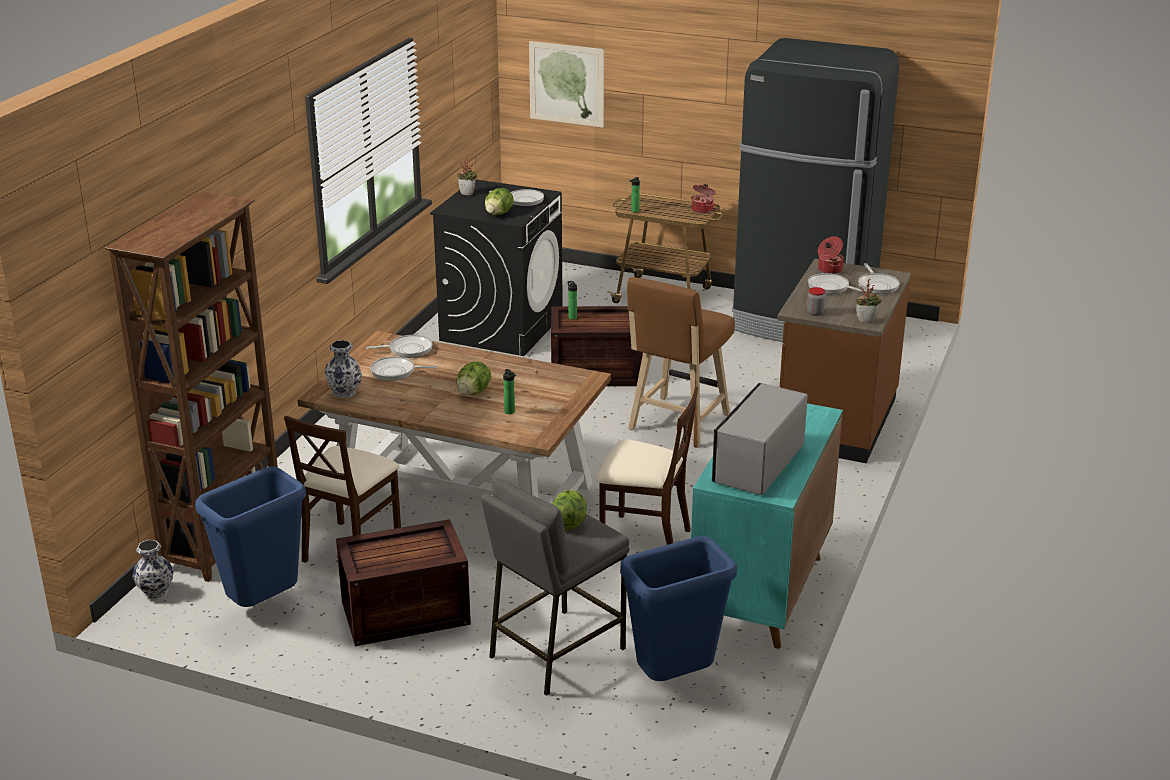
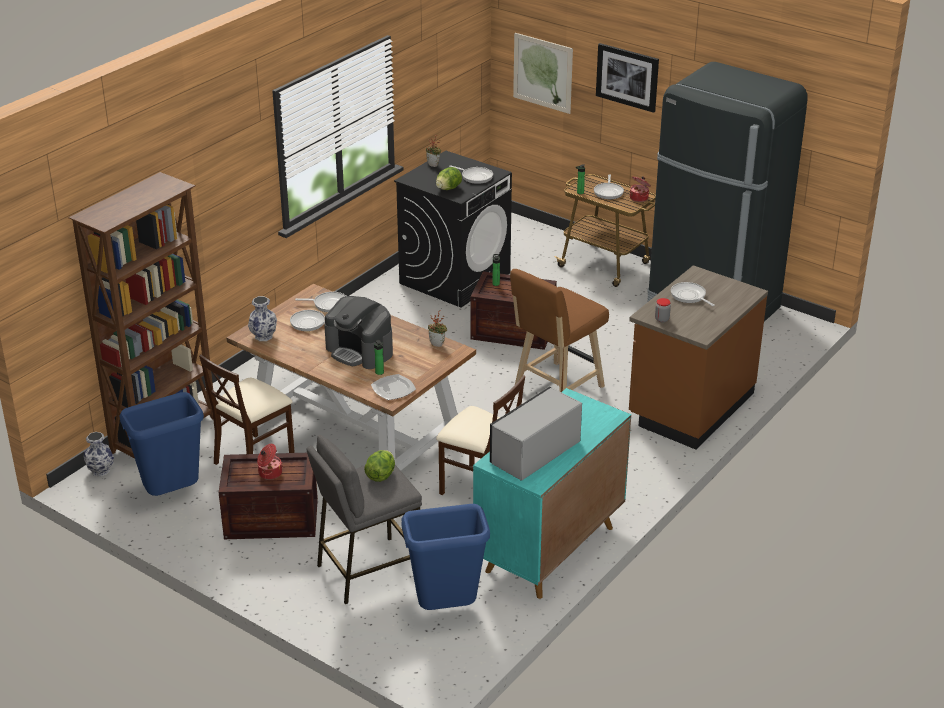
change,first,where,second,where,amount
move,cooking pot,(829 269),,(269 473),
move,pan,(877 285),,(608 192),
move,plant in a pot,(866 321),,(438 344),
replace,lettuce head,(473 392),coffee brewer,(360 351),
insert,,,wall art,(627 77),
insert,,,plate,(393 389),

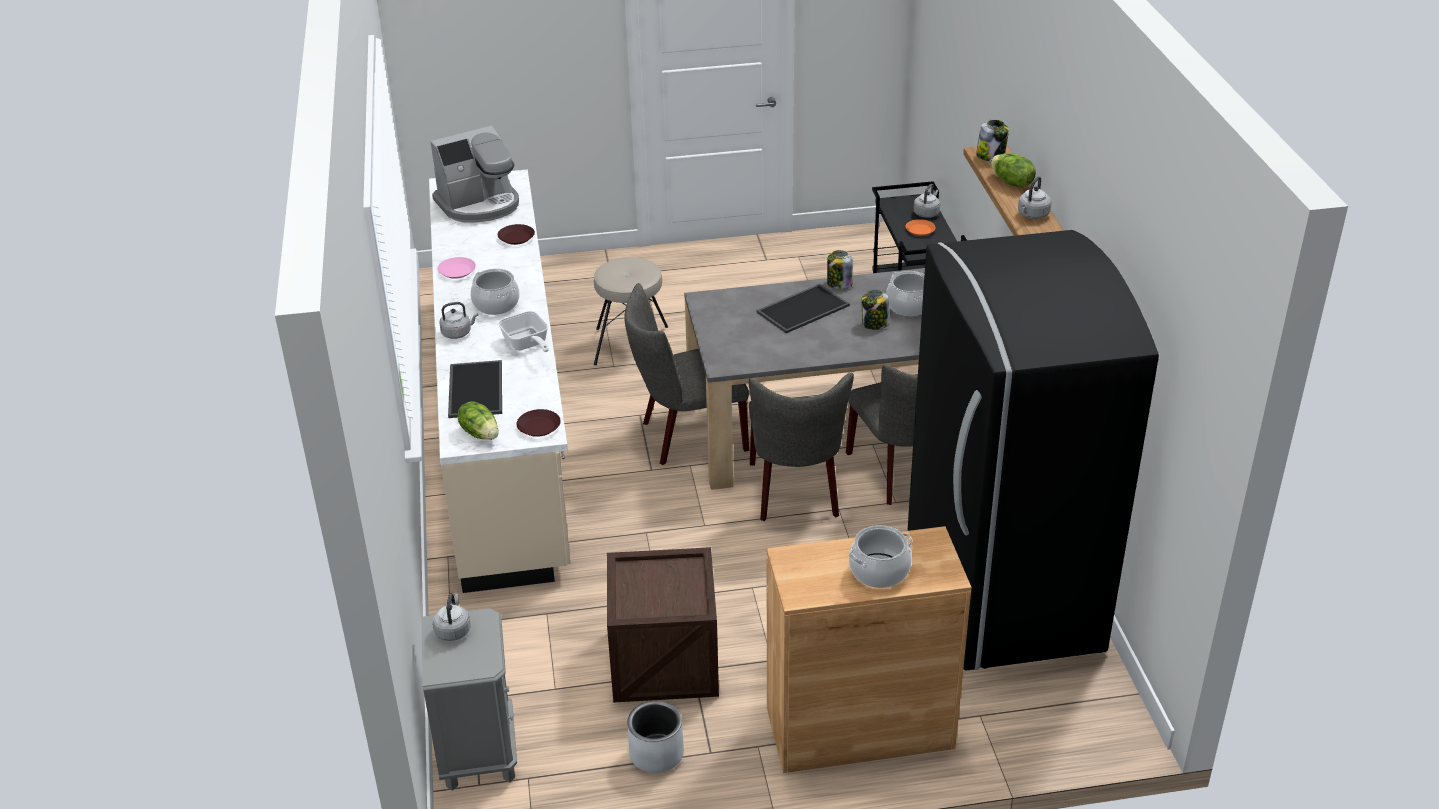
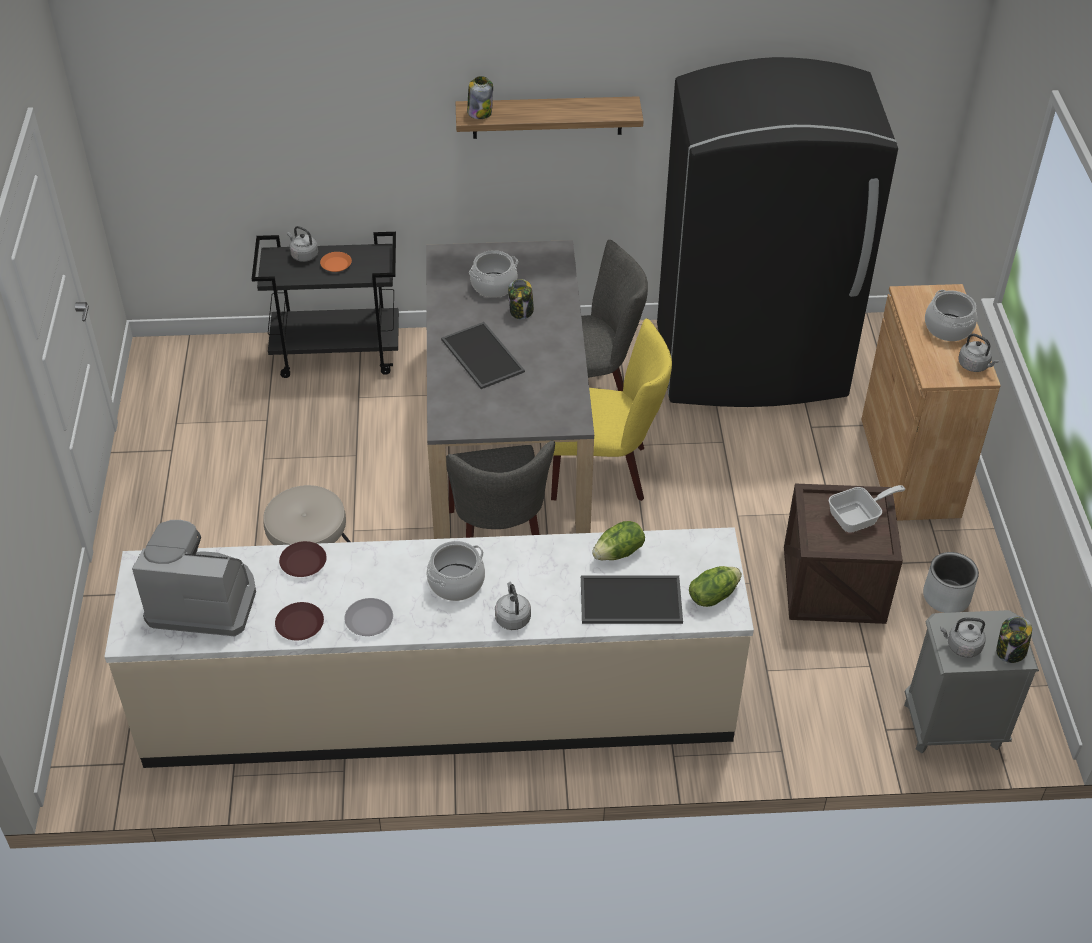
change,first,where,second,where,amount
rotate,coffee brewer,(479 204),,(203 600),60 degrees counterclockwise
move,lettuce head,(1011 182),,(619 553),
move,gray tea kettle,(1032 215),,(974 365),
move,preserve jar,(839 284),,(1010 651),
recolor,pink-coloured plate,(456 271),gray plate,(368 621),
move,pan,(527 345),,(858 518),
recolor,gray plain chair,(796 494),yellowish plain chair,(606 471),
move,brownish plate,(539 426),,(299 624),

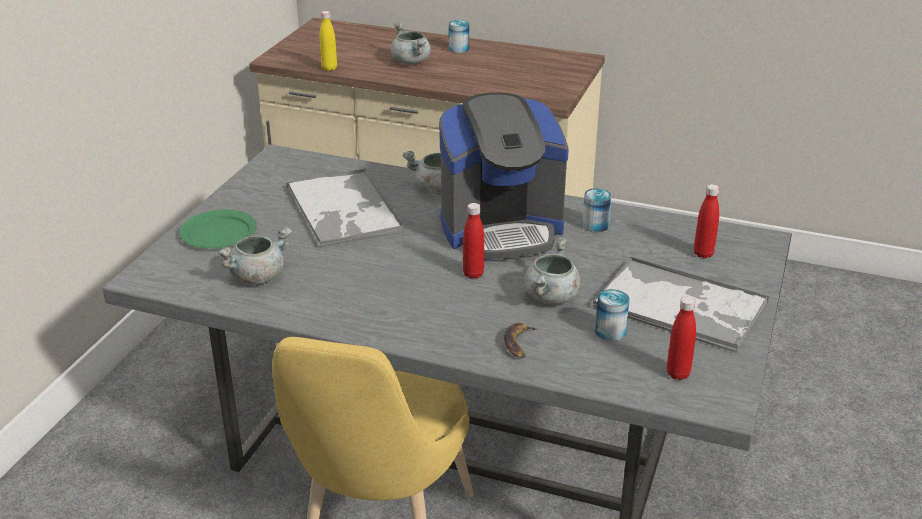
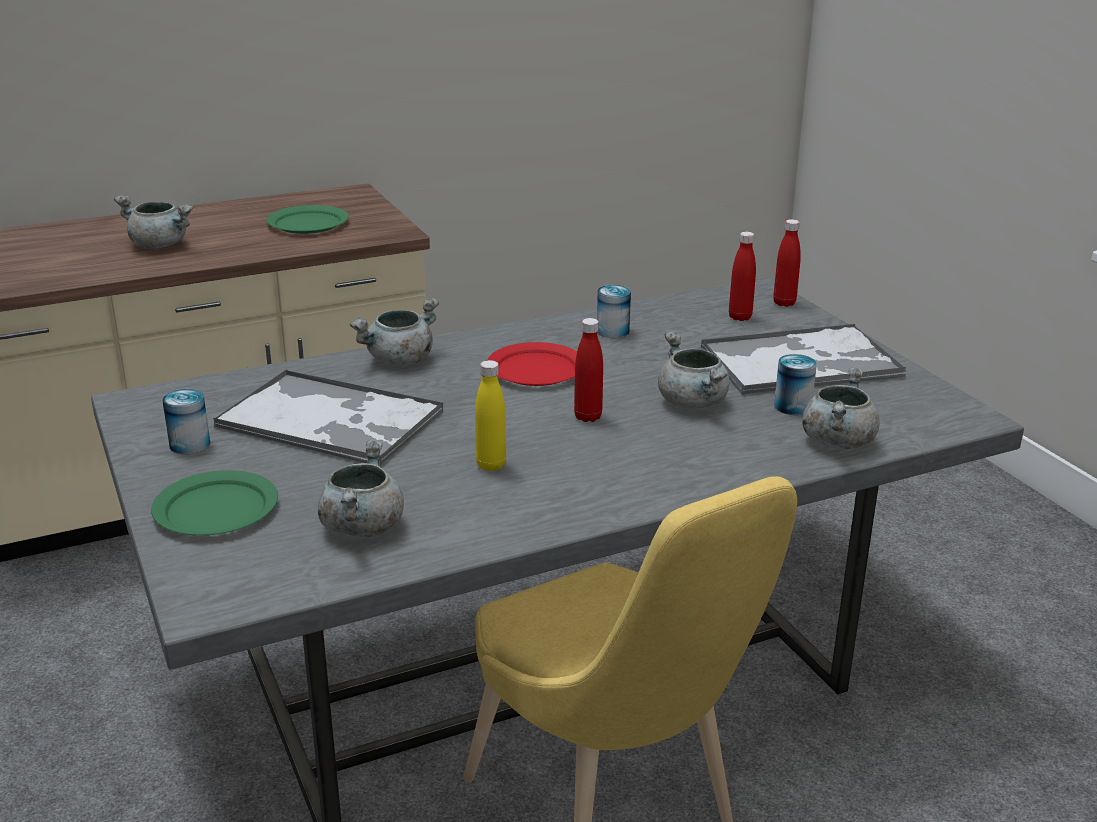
change,first,where,second,where,amount
move,yellowish drink bottle,(329 68),,(491 465),
move,can,(459 49),,(190 444),
replace,coffee brewer,(501 229),reddish plate,(536 368),
move,reddish drink bottle,(678 374),,(784 303),
delete,banana fruit,(519 343),,,
insert,,,green-coloured plate,(308 223),
insert,,,gray cooking pot,(837 441),

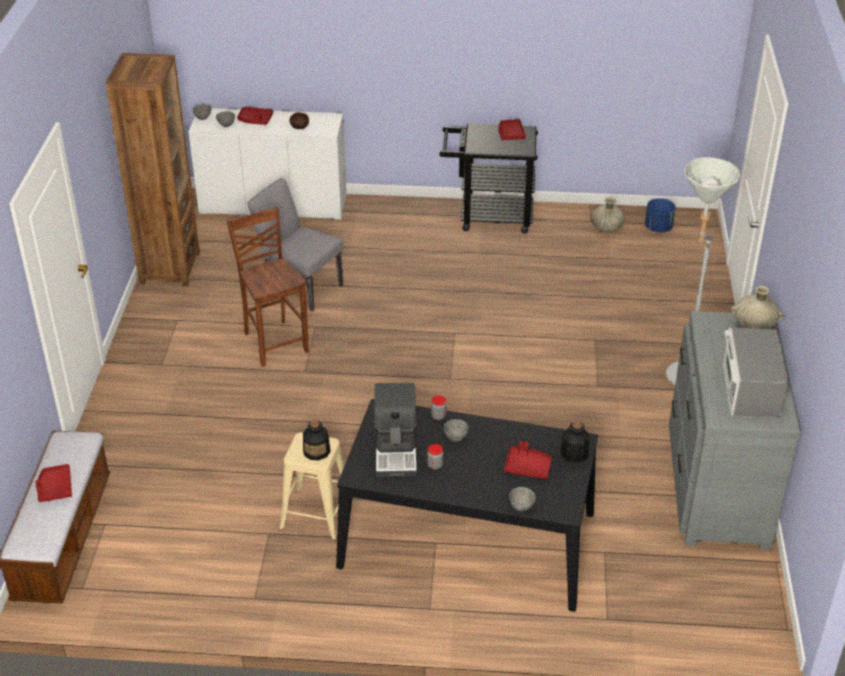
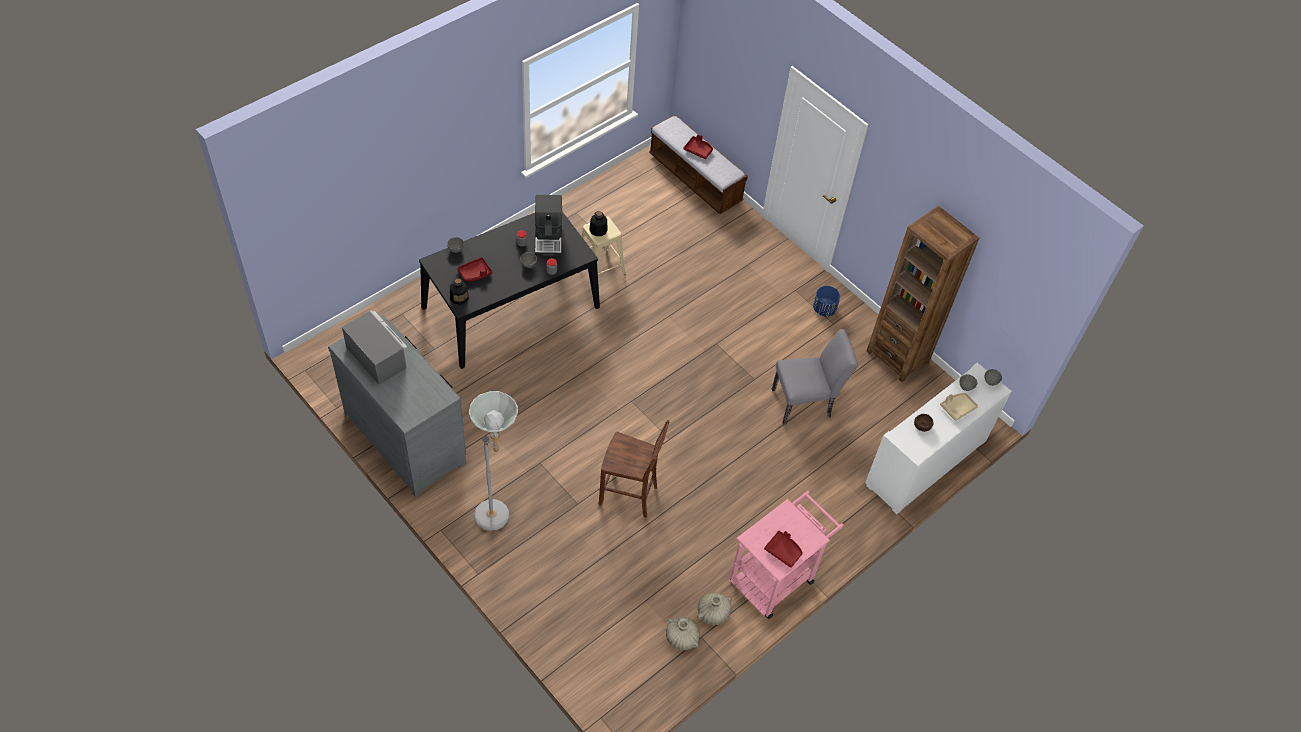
change,first,where,second,where,amount
recolor,reddish carrying tray,(255 120),beige carrying tray,(957 408),
recolor,black trolley,(488 216),pink-coloured trolley,(777 576),
move,blue flower pot,(658 228),,(824 309),
move,brownish plain chair,(275 342),,(629 496),
move,beige vase,(754 324),,(713 613),
rotate,coffee brewer,(397 451),,(549 238),135 degrees counterclockwise

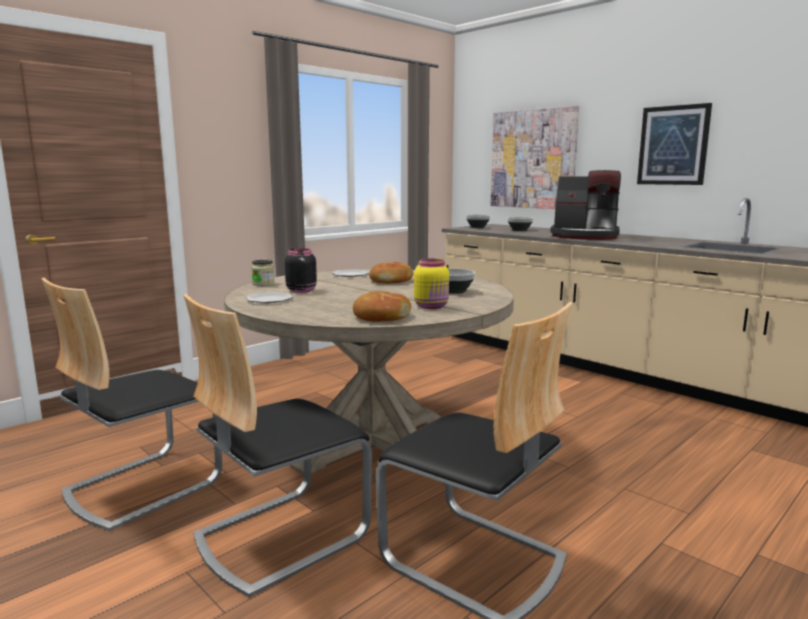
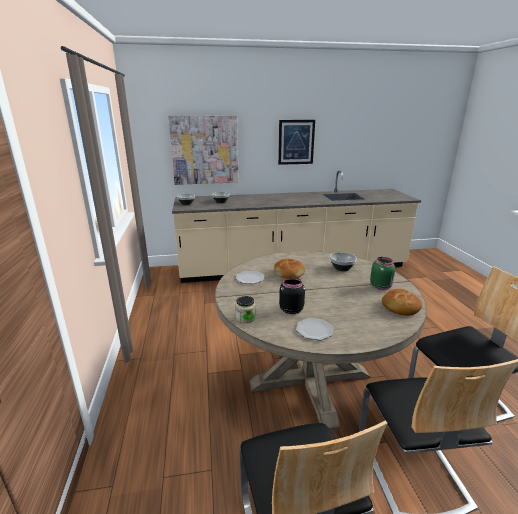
change,first,where,second,where,amount
delete,coffee brewer,(585 236),,,
recolor,yellowish preserve jar,(432 306),green-coloured preserve jar,(381 286),

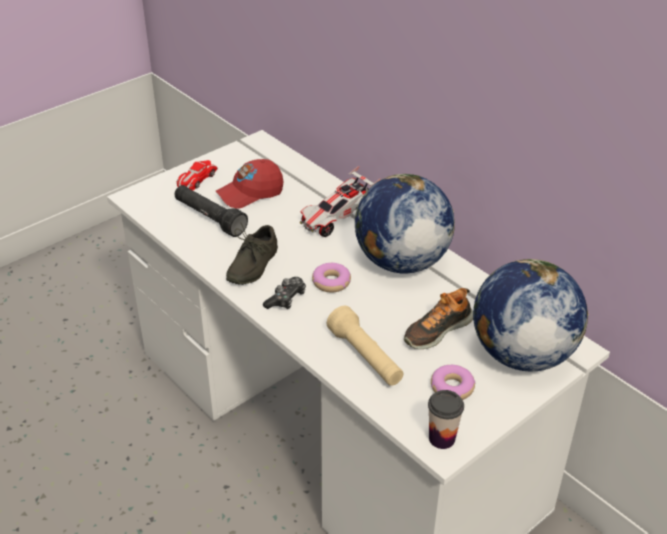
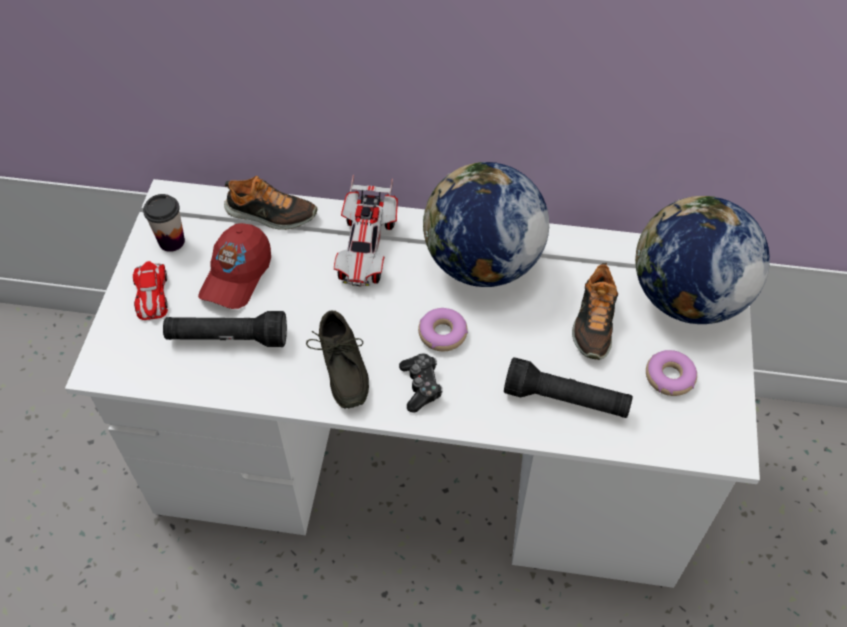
change,first,where,second,where,amount
recolor,beige torch,(365 357),black torch,(566 400),
move,drinking cup,(442 438),,(171 241),
insert,,,shoe,(270 214),

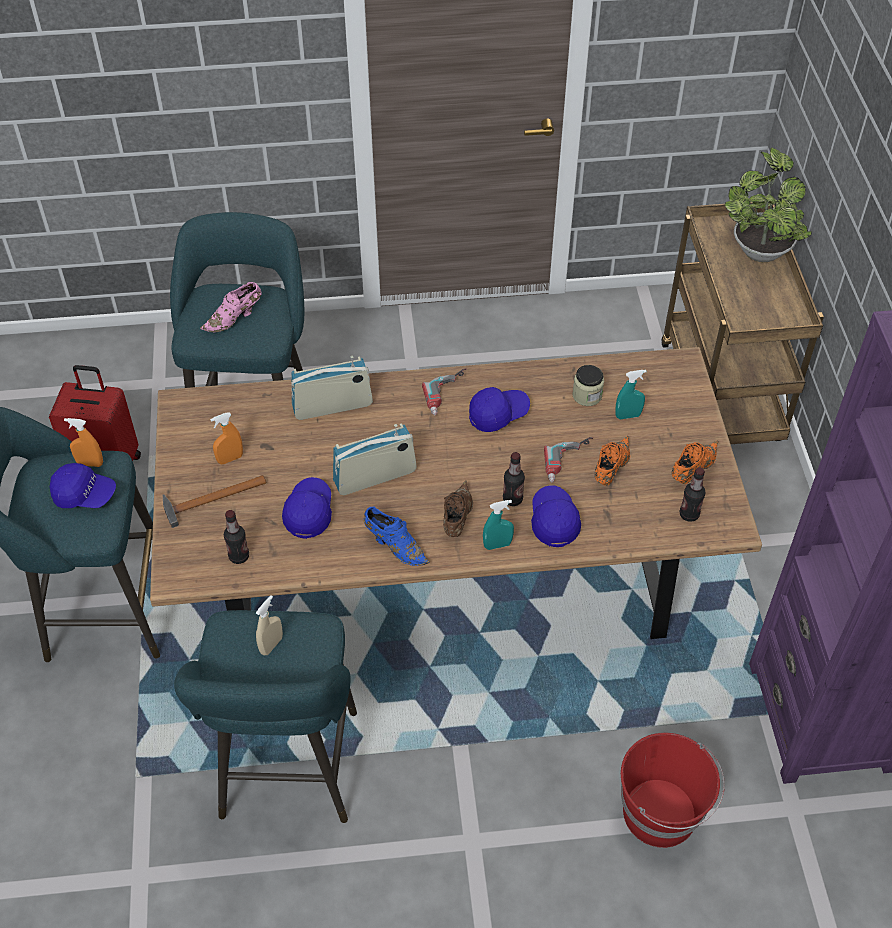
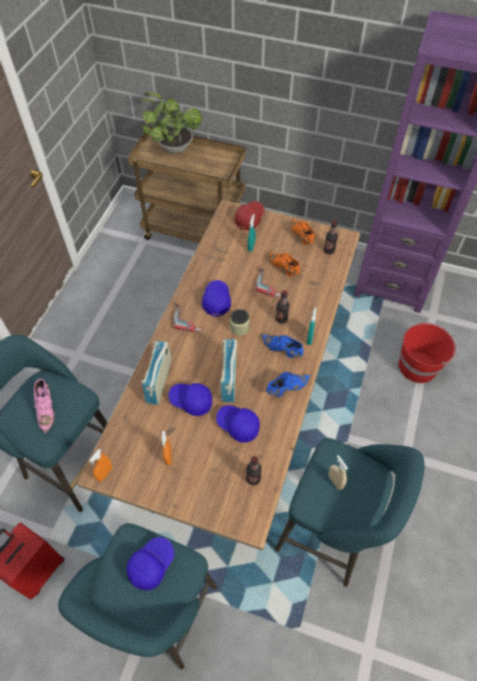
change,first,where,second,where,amount
move,preserve jar,(587 395),,(239 328),
move,orangey hand sprayer,(90 463),,(105 473),
delete,hand hammer,(210 499),,,
recolor,brownish shoe,(457 519),blue shoe,(282 350),
move,blue peaked cap,(554 521),,(191 401),
insert,,,reddish peaked cap,(249 218),

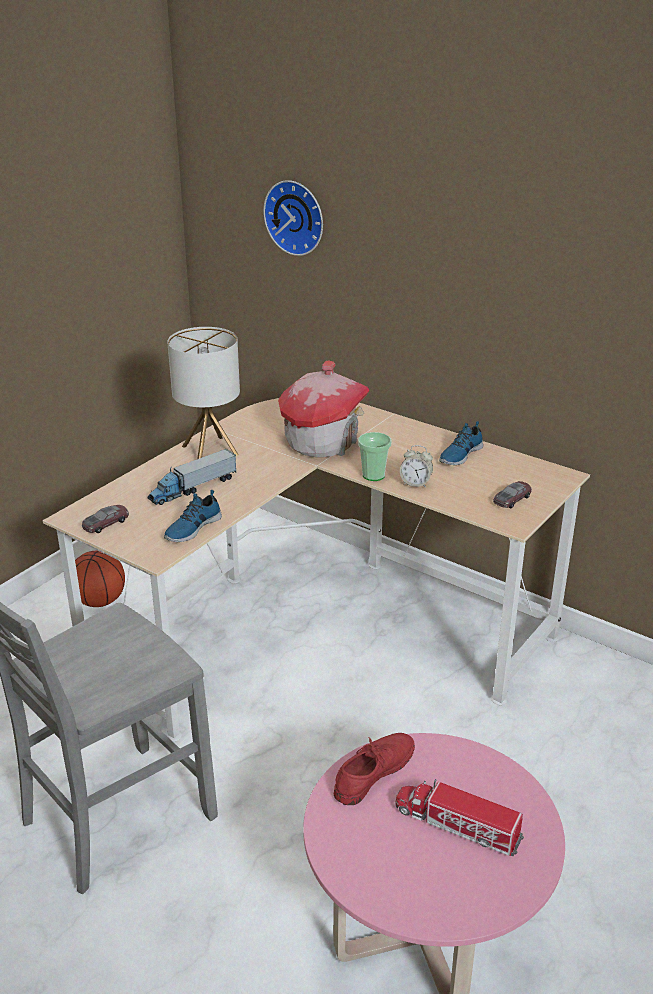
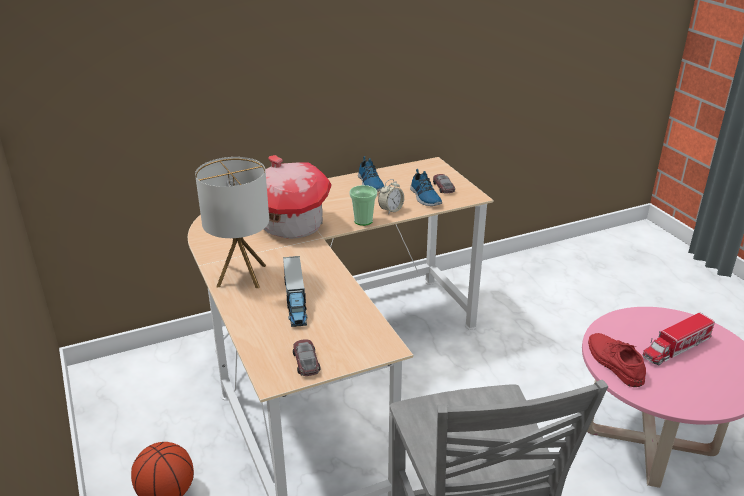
change,first,where,second,where,amount
delete,hanging clock,(296 217),,,
move,shoe,(192 528),,(424 197),

